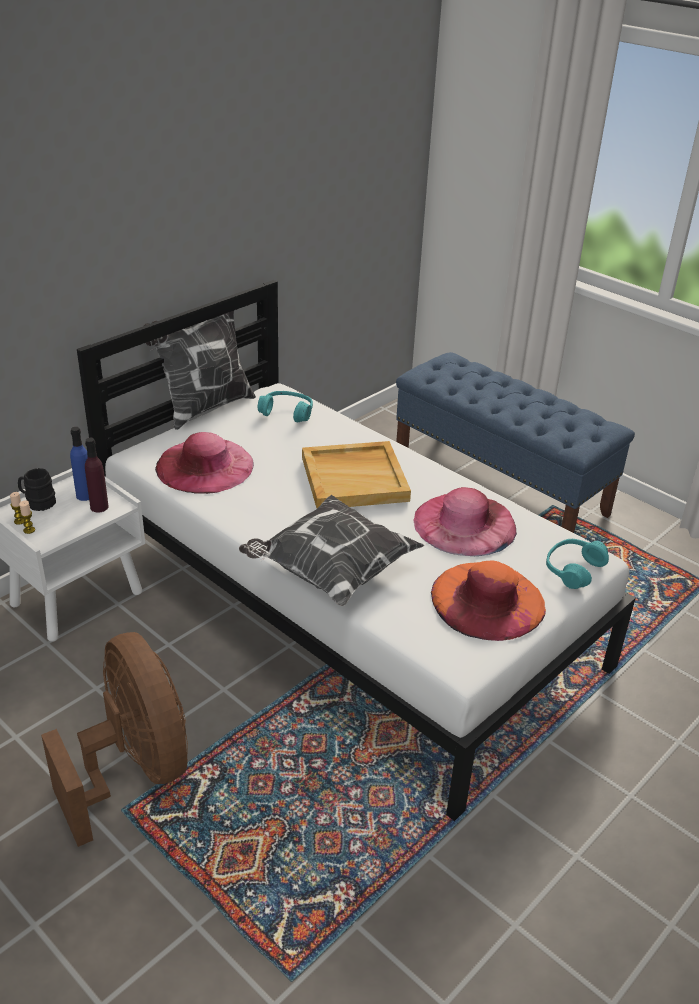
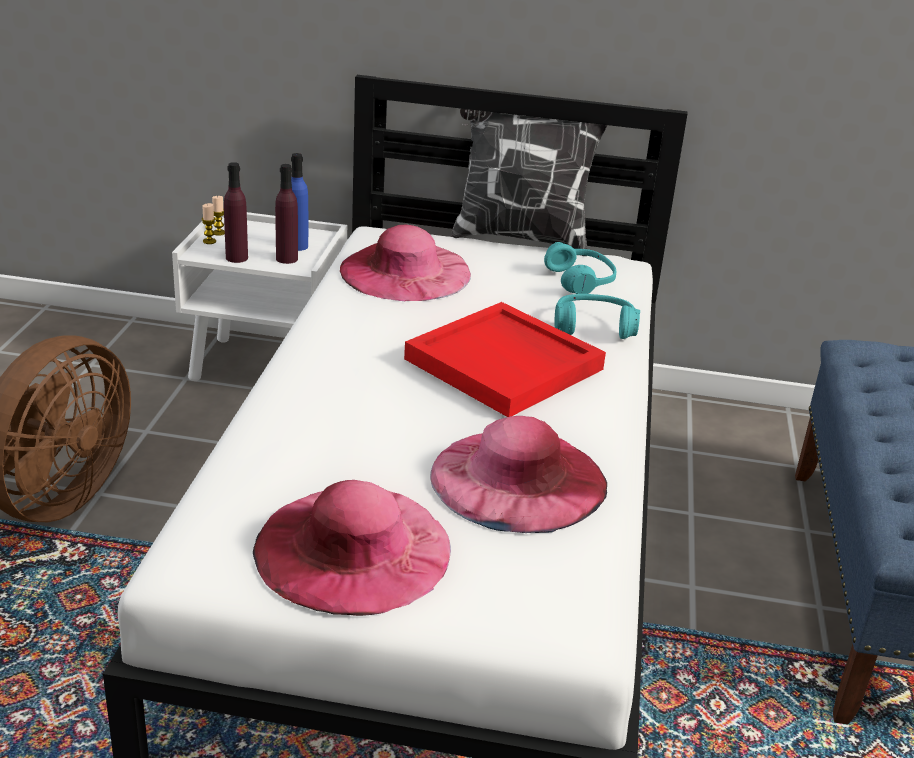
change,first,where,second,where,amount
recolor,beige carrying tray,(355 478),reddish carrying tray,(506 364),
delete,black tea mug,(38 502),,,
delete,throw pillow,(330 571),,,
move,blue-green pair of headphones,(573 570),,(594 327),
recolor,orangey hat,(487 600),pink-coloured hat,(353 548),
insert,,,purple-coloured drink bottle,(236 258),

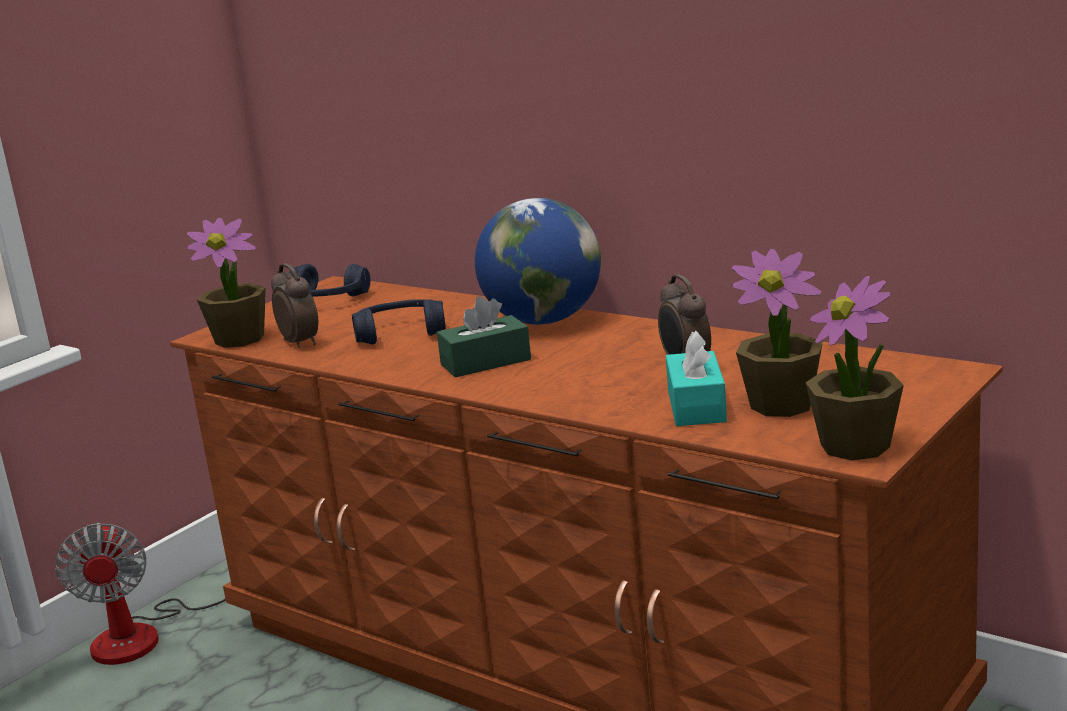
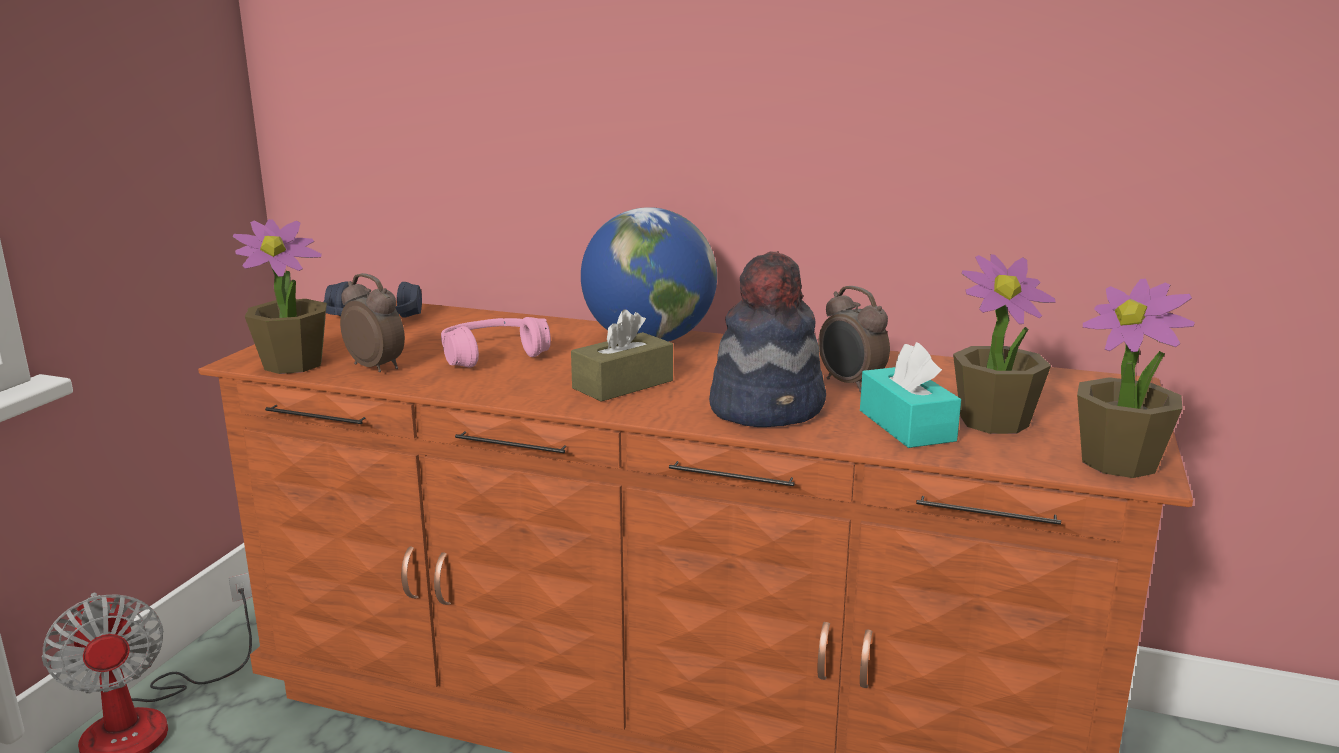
change,first,where,second,where,amount
recolor,green-coloured tissue holder,(485 362),brownish tissue holder,(623 384),
recolor,blue pair of headphones,(400 333),pink-coloured pair of headphones,(493 355),
insert,,,hat,(768 408),

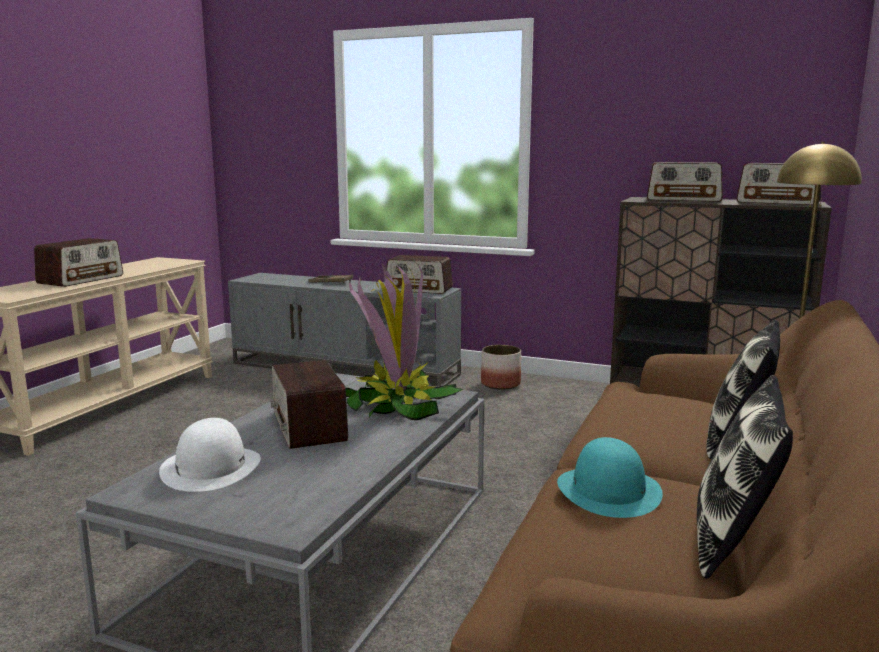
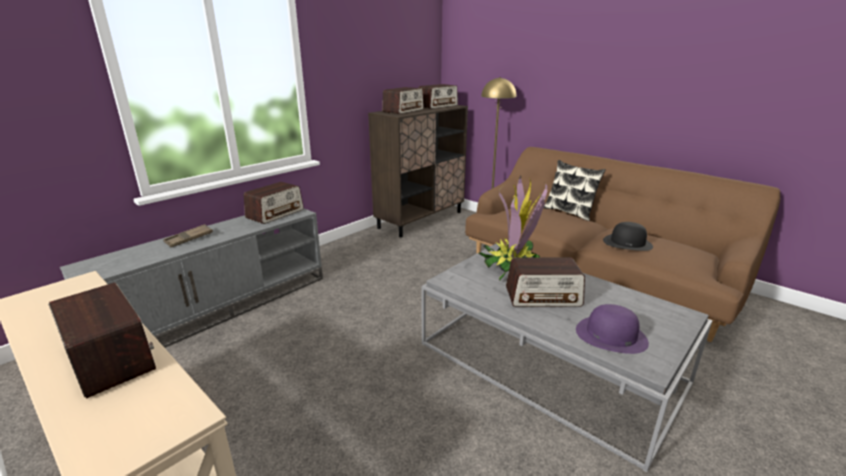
change,first,where,second,where,amount
delete,flower pot,(501 384),,,
delete,throw pillow,(733 540),,,
recolor,white hat,(211 467),purple-coloured hat,(610 335),
recolor,blue-green hat,(609 491),black hat,(627 243),

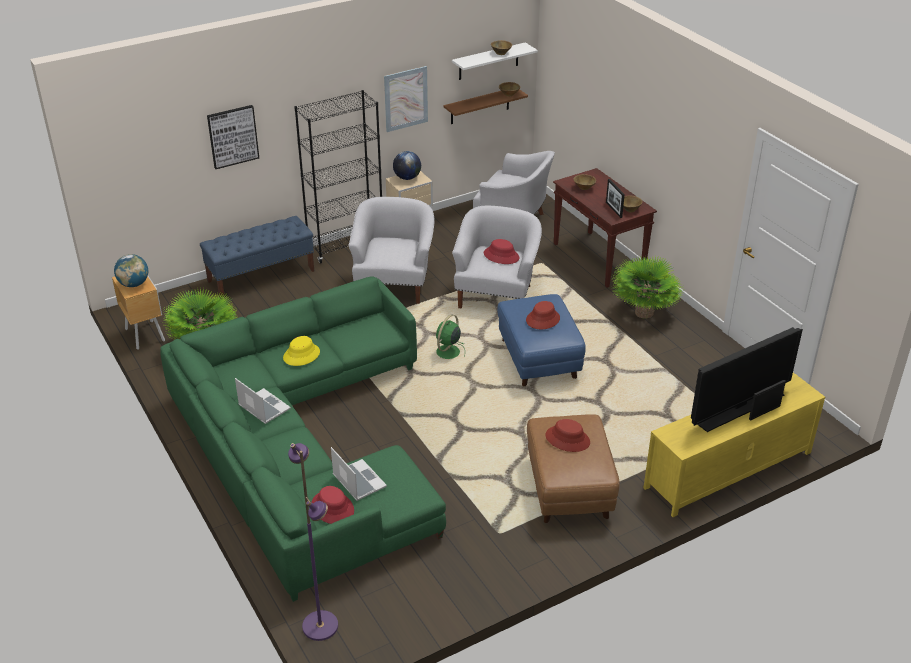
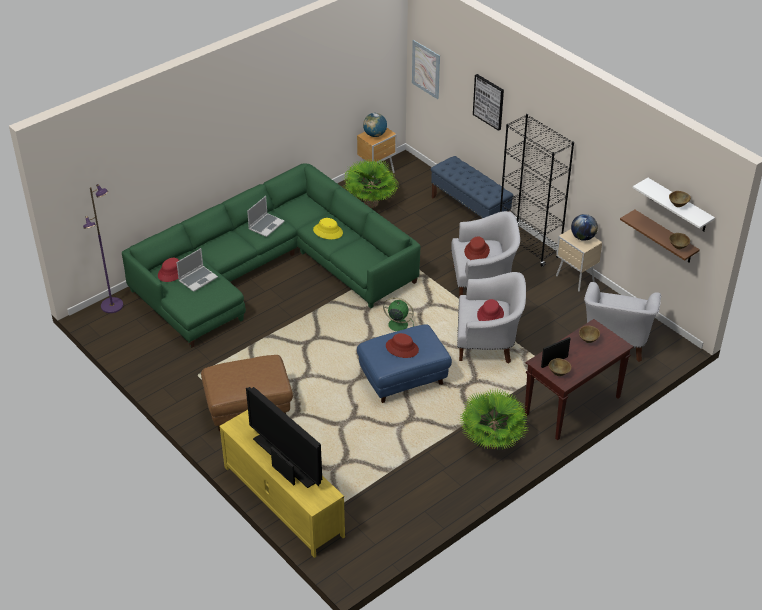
change,first,where,second,where,amount
move,wall art,(406 98),,(426 69),
move,reddish hat,(567 439),,(477 251),

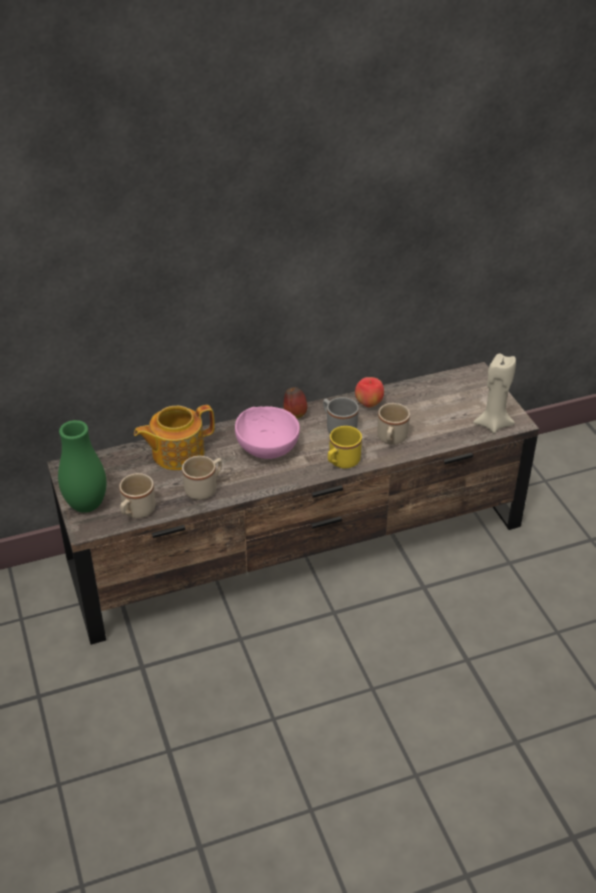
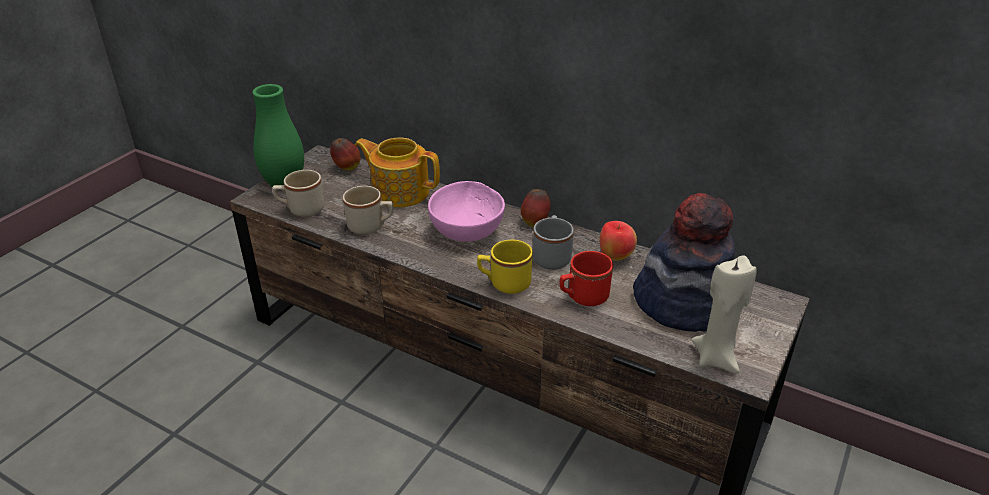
change,first,where,second,where,amount
recolor,beige tea mug,(391 439),reddish tea mug,(582 297),
insert,,,whole apple,(347 168),
insert,,,hat,(683 303),

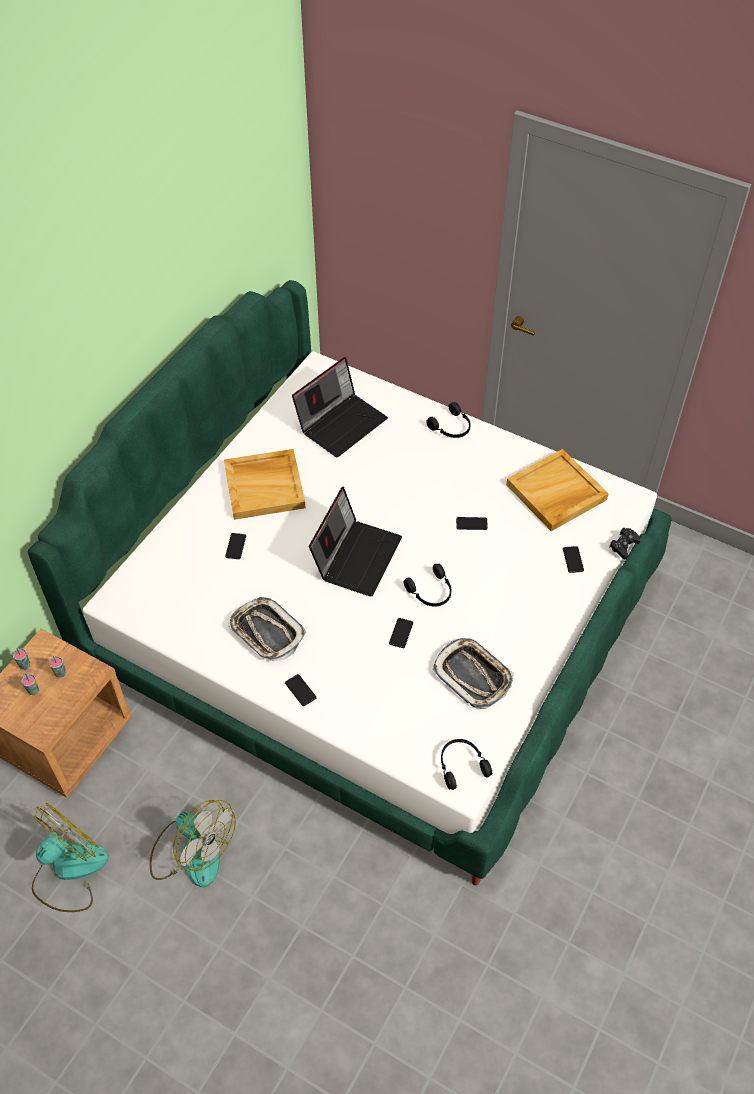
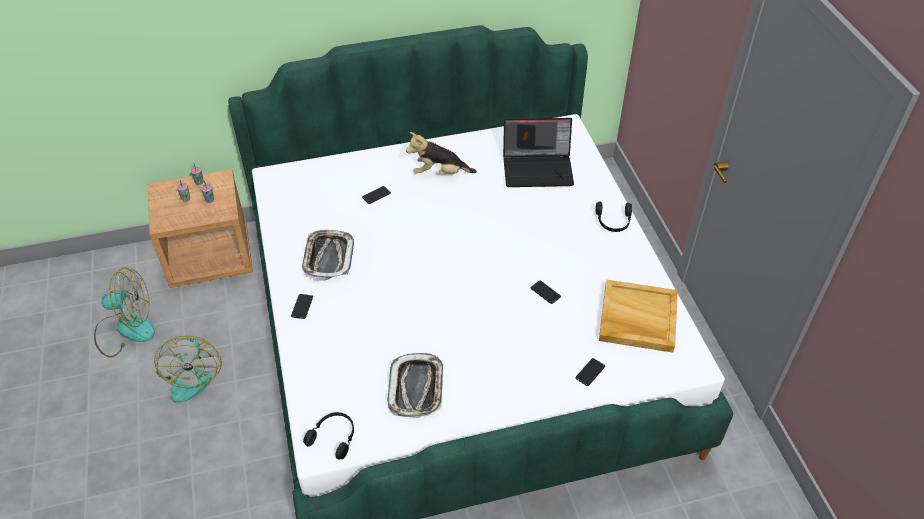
change,first,where,second,where,amount
replace,beige carrying tray,(265 486),plush toy,(440 173),
delete,notebook computer,(356 556),,,
delete,black game controller,(624 545),,,
delete,black pair of headphones,(431 592),,,
delete,phone,(401 633),,,

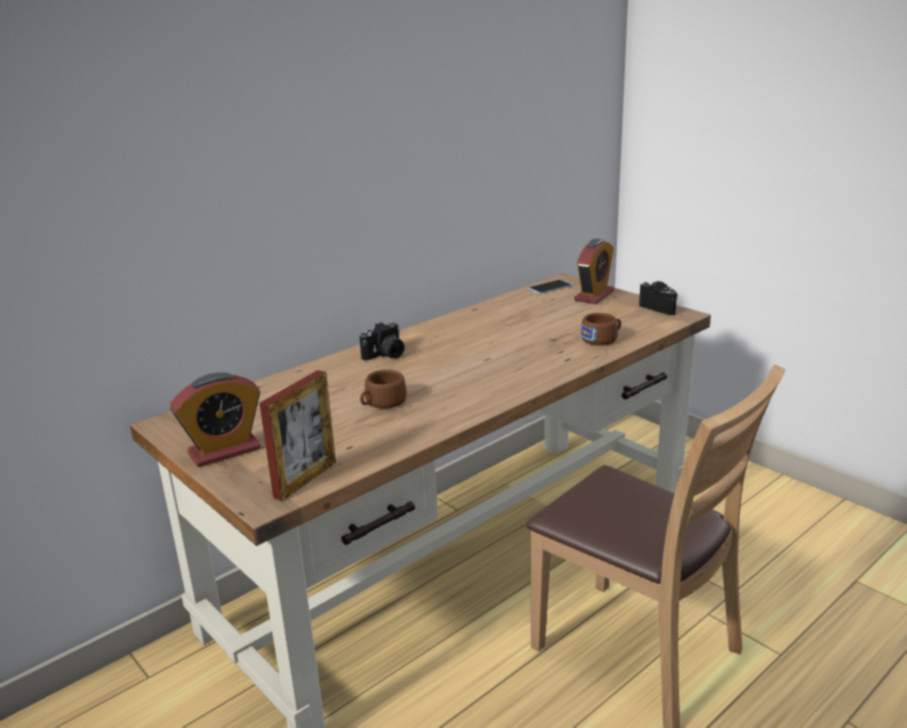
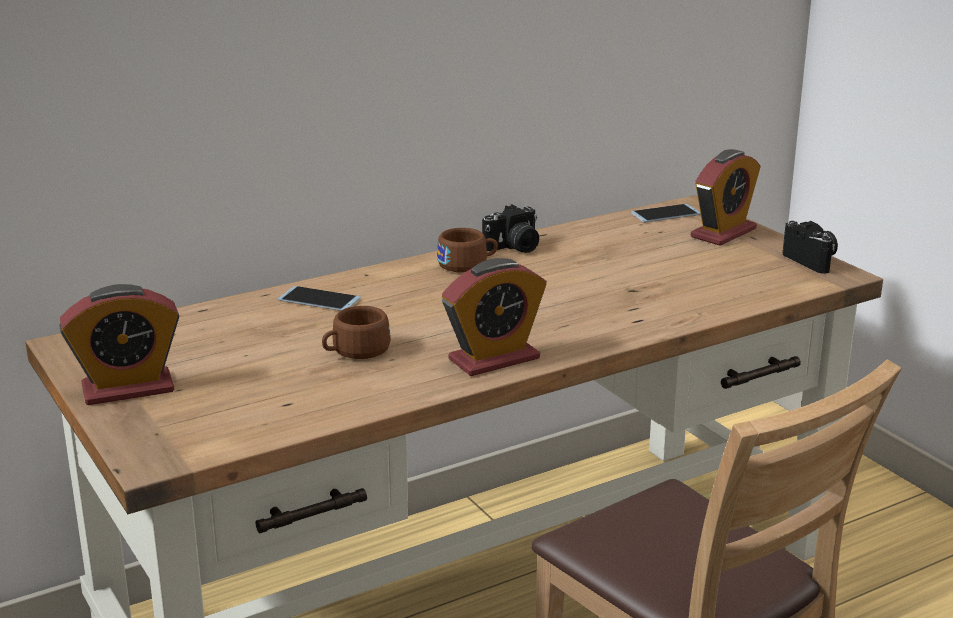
change,first,where,second,where,amount
move,brownish drinking cup,(602 339),,(468 264),
move,photo camera,(385 355),,(514 248),
delete,photo frame,(305 479),,,
insert,,,alarm clock,(494 359),
insert,,,phone,(319 300),

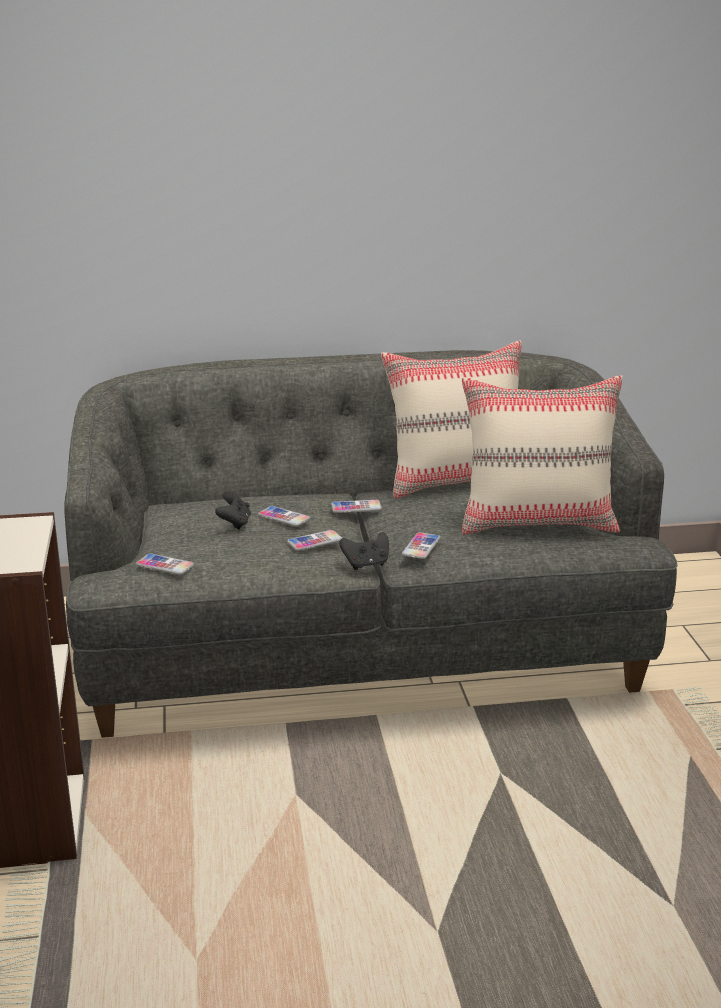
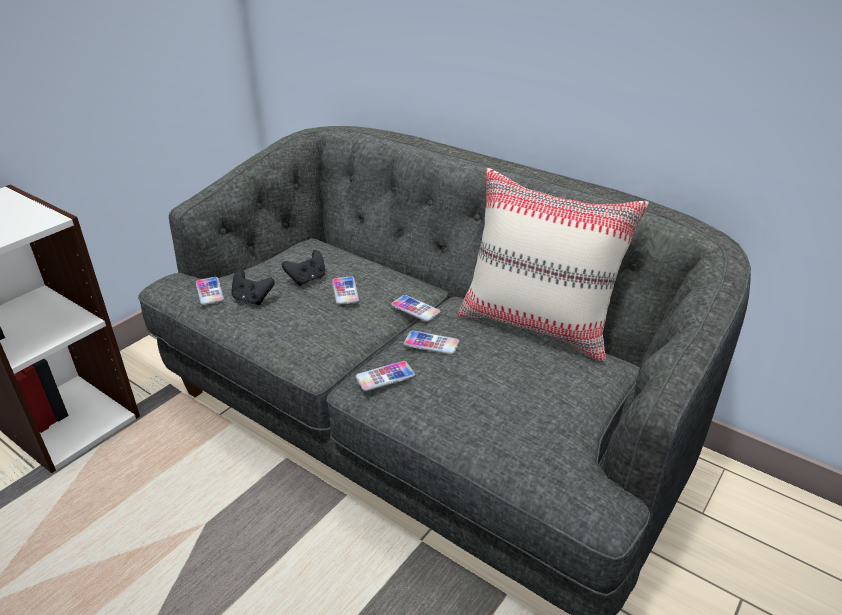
change,first,where,second,where,amount
delete,beige throw pillow,(537 522),,,
move,phone,(315 541),,(431 343),
move,black game controller,(366 564),,(252 299),

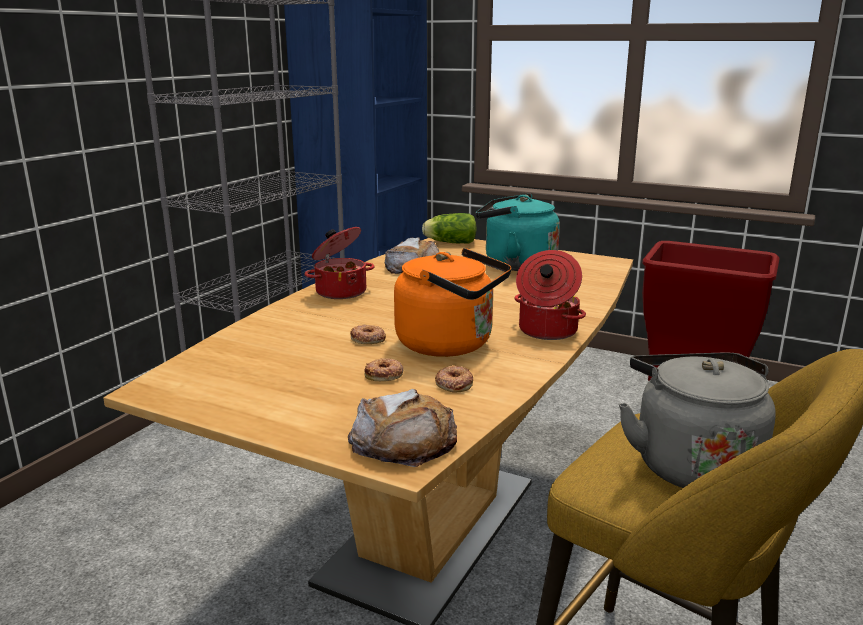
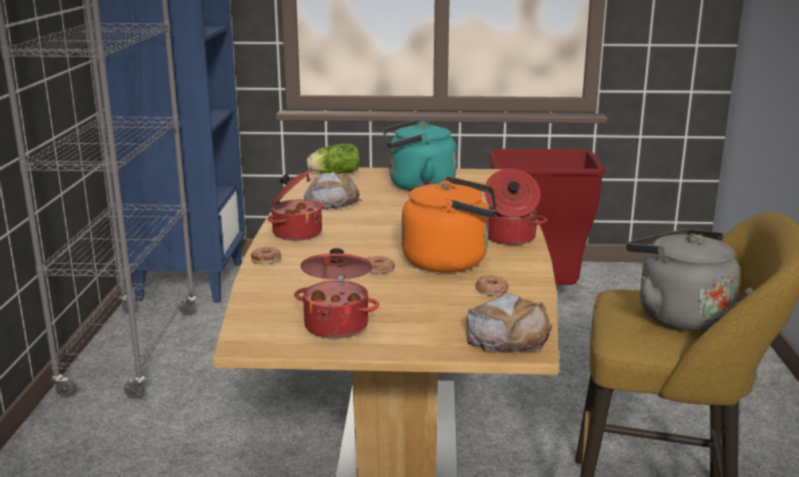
change,first,where,second,where,amount
move,doughnut,(384 374),,(266 259),
insert,,,cooking pot,(337 325),

